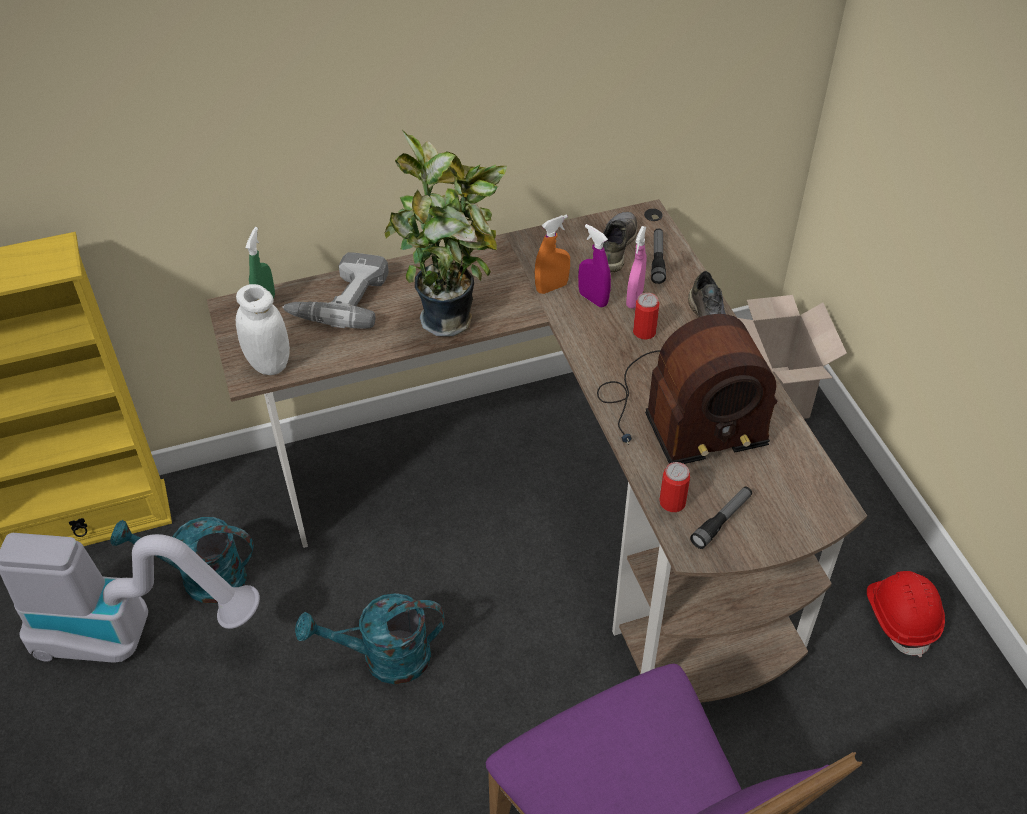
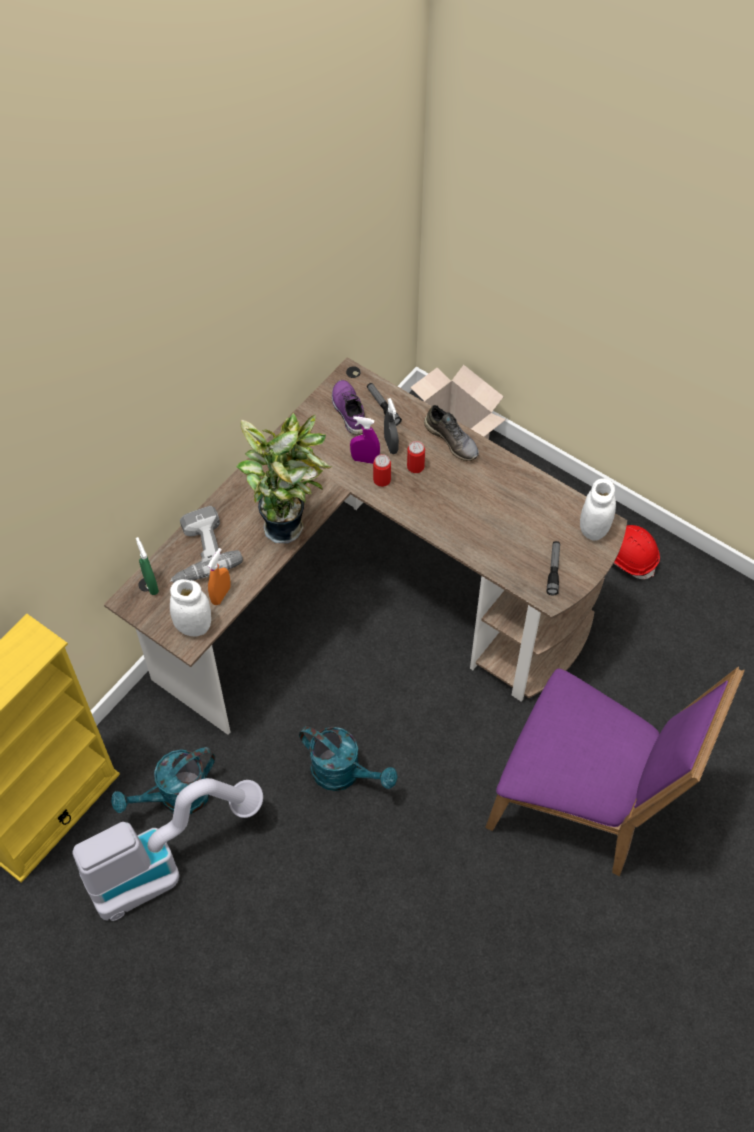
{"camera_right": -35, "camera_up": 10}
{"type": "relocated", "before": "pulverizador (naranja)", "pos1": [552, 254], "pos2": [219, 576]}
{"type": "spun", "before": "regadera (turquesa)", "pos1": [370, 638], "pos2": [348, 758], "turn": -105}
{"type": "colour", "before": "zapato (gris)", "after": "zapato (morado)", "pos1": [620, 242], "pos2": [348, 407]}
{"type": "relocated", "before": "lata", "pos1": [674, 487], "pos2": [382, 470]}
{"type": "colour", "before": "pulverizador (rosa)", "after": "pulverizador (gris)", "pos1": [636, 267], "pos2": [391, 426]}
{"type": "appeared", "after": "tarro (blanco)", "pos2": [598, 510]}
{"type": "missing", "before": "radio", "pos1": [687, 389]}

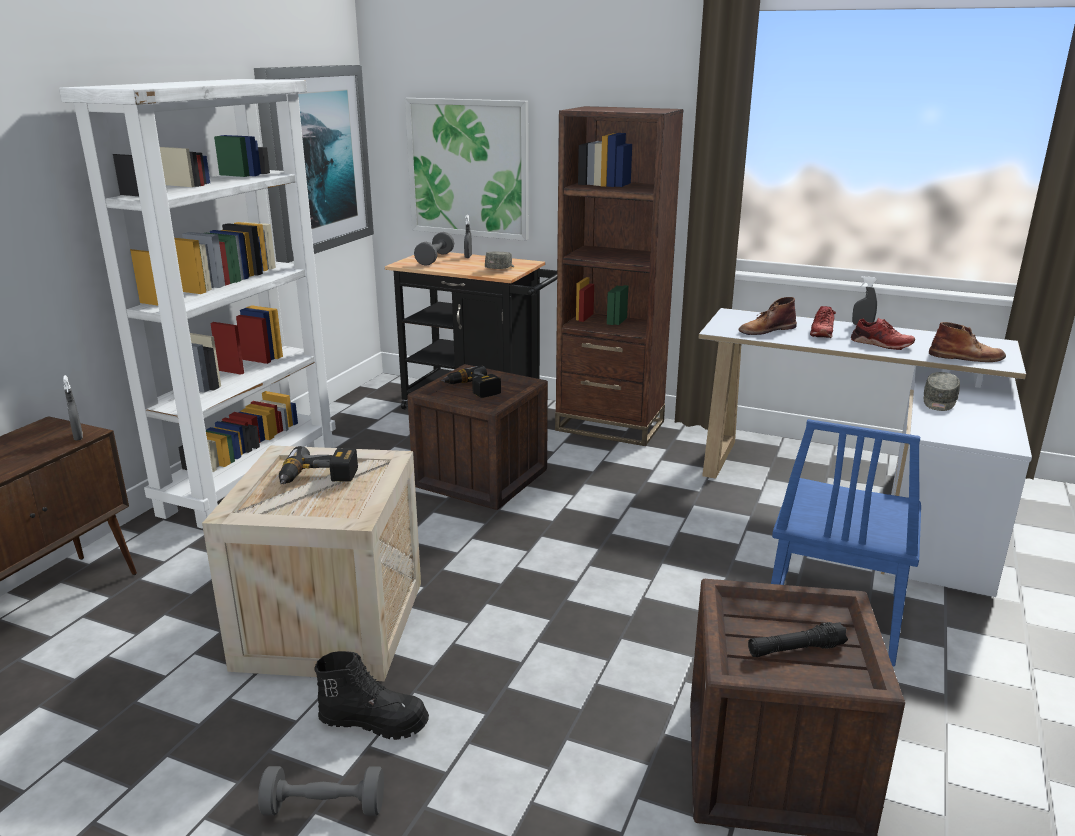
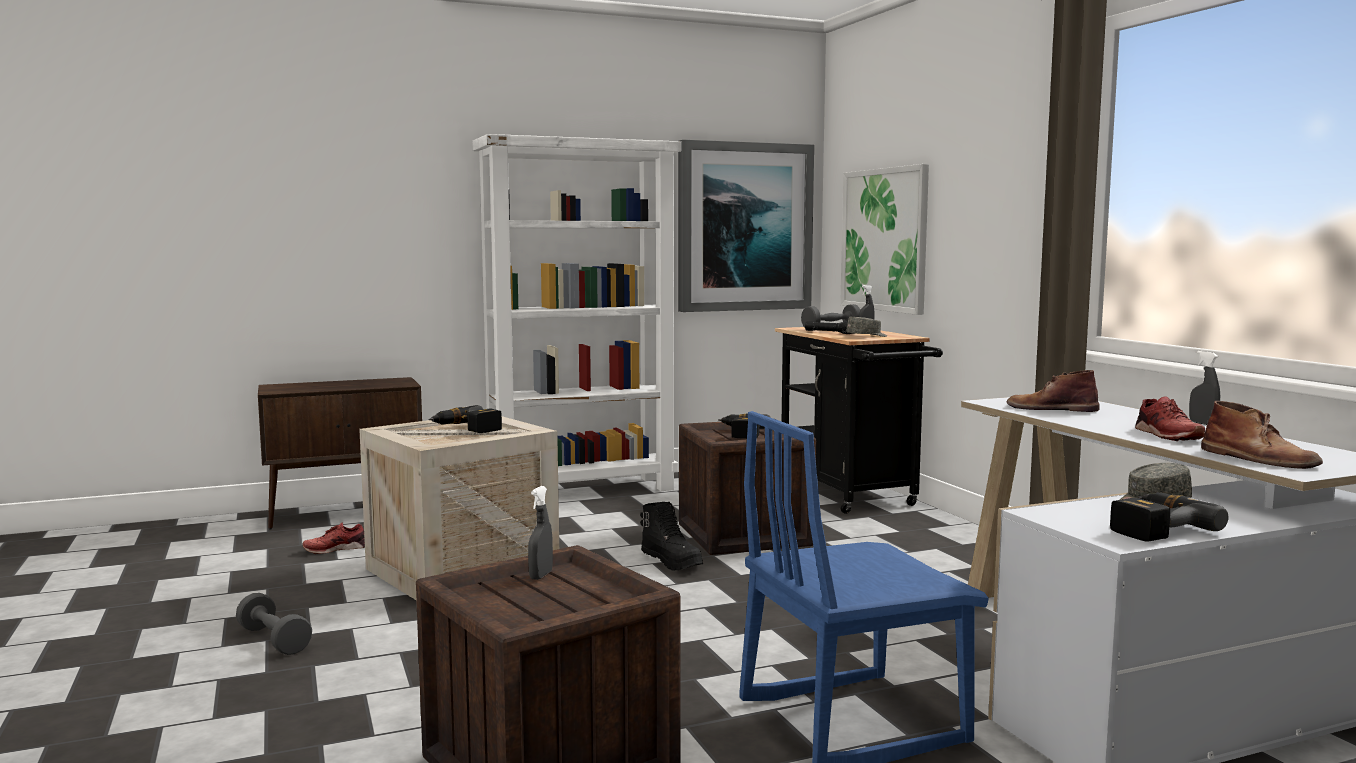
{"camera_right": 45, "camera_up": -15}
{"type": "relocated", "before": "zapato (rojo)", "pos1": [823, 322], "pos2": [333, 538]}
{"type": "relocated", "before": "pulverizador (gris)", "pos1": [73, 408], "pos2": [540, 533]}
{"type": "relocated", "before": "bota (negro)", "pos1": [371, 695], "pos2": [671, 536]}
{"type": "relocated", "before": "linterna (negro)", "pos1": [798, 639], "pos2": [830, 327]}
{"type": "appeared", "after": "taladro", "pos2": [1169, 517]}
{"type": "missing", "before": "estantería (marrón)", "pos1": [619, 276]}

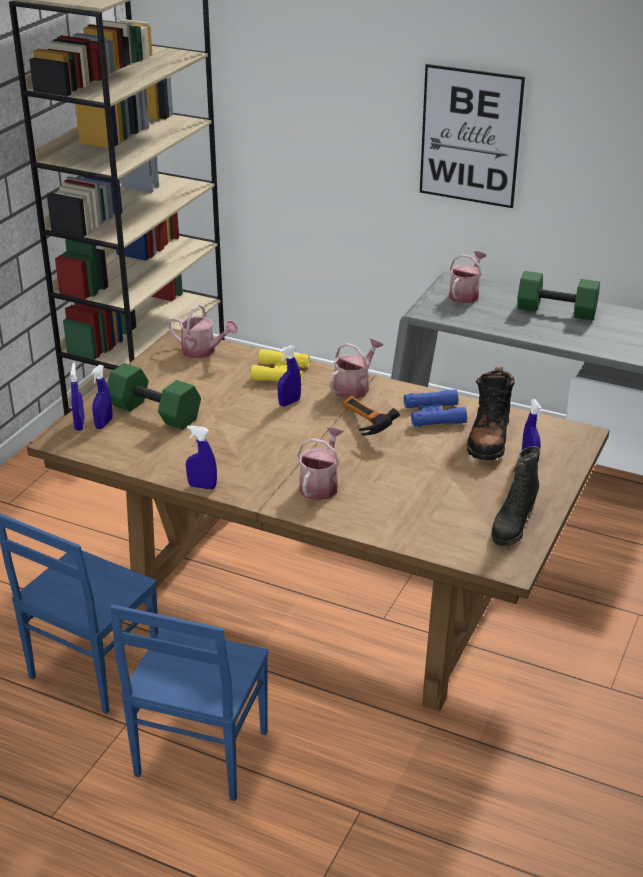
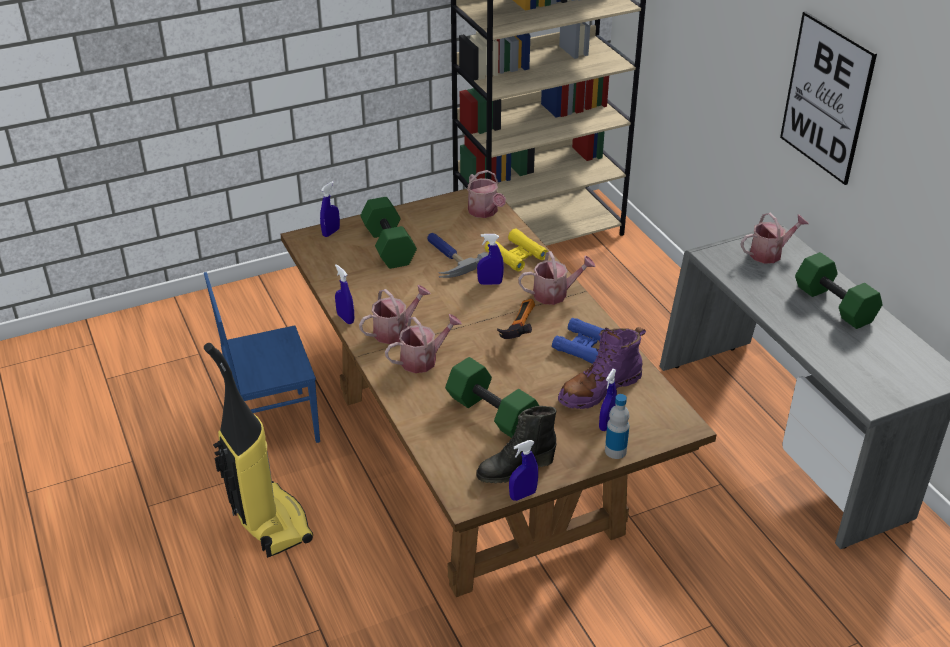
{"camera_right": 40, "camera_up": 5}
{"type": "exchanged", "before": "silla (azul)", "after": "aspiradora", "pos1": [189, 702], "pos2": [258, 450]}
{"type": "appeared", "after": "regadera", "pos2": [395, 314]}
{"type": "appeared", "after": "martillo", "pos2": [457, 255]}
{"type": "appeared", "after": "mancuerna (verde)", "pos2": [492, 397]}
{"type": "relocated", "before": "pulverizador (azul)", "pos1": [102, 397], "pos2": [523, 470]}
{"type": "colour", "before": "bota (negro)", "after": "bota (morado)", "pos1": [491, 413], "pos2": [602, 368]}
{"type": "appeared", "after": "botella", "pos2": [617, 426]}

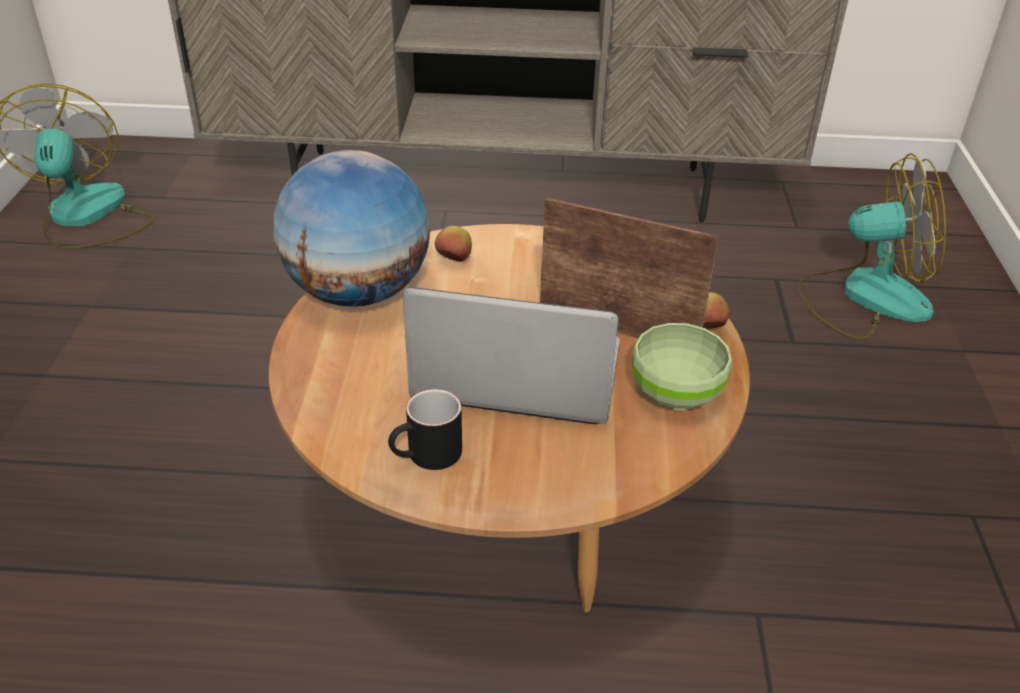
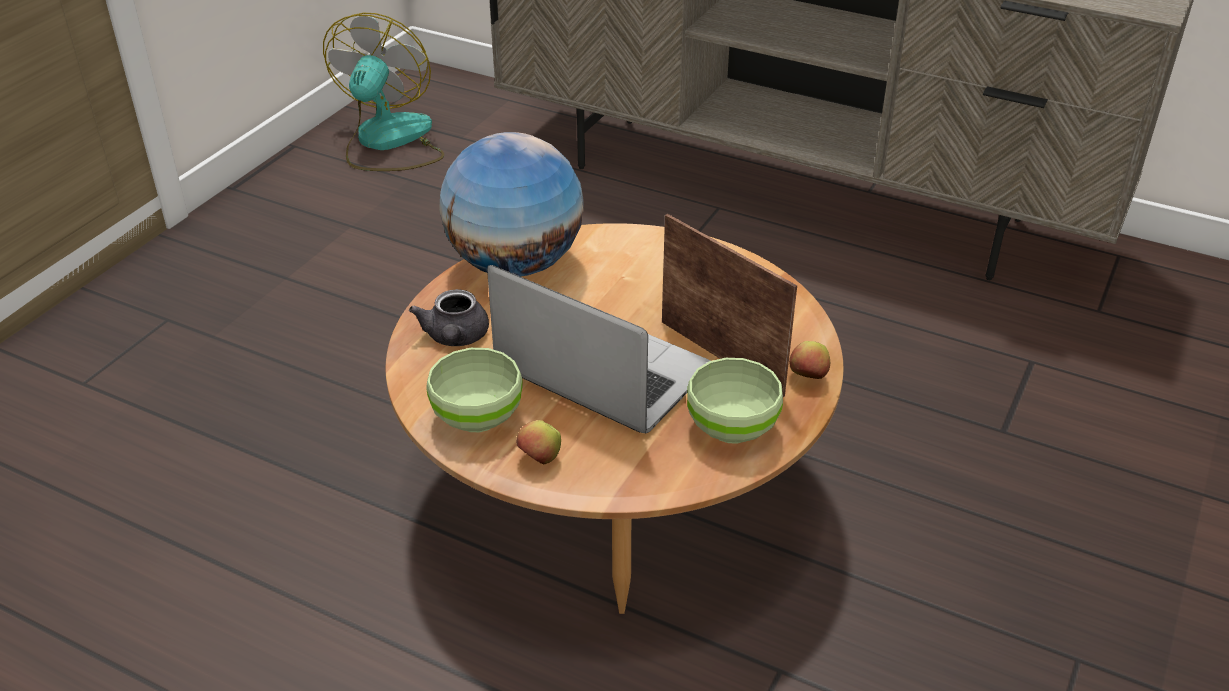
{"camera_right": 25, "camera_up": 0}
{"type": "appeared", "after": "tetera (gris)", "pos2": [449, 317]}
{"type": "exchanged", "before": "taza grande (negro)", "after": "cuenco (verde)", "pos1": [425, 429], "pos2": [474, 390]}
{"type": "relocated", "before": "manzana", "pos1": [453, 244], "pos2": [538, 442]}
{"type": "missing", "before": "ventilador", "pos1": [872, 246]}

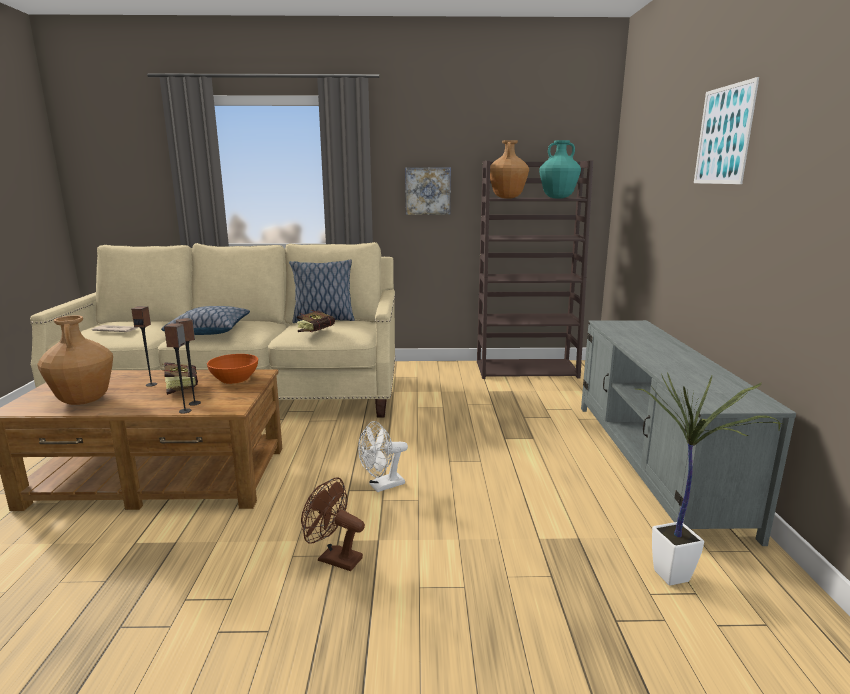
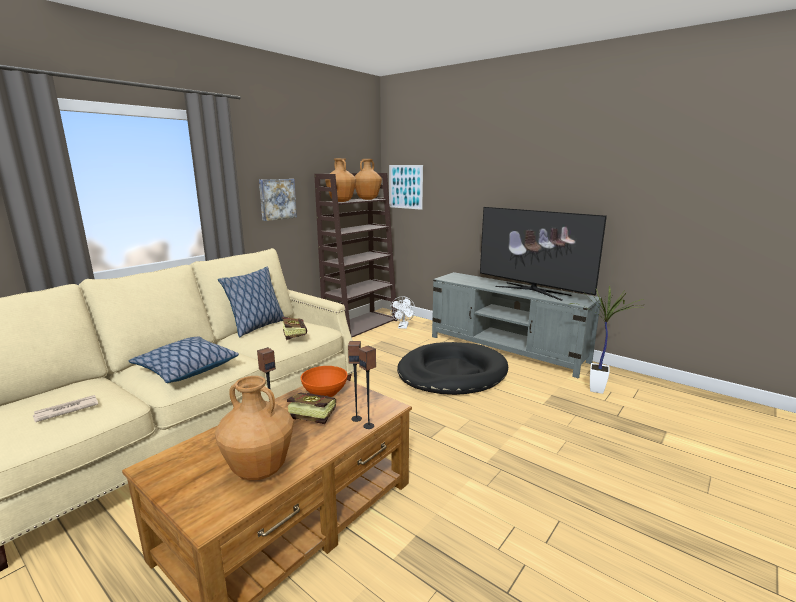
{"camera_right": -50, "camera_up": 0}
{"type": "colour", "before": "florero (turquesa)", "after": "florero (marrón)", "pos1": [560, 169], "pos2": [368, 179]}
{"type": "relocated", "before": "cuadro", "pos1": [726, 130], "pos2": [406, 187]}
{"type": "relocated", "before": "ventilador (blanco)", "pos1": [383, 456], "pos2": [402, 312]}
{"type": "appeared", "after": "cama para perro (negro)", "pos2": [452, 368]}
{"type": "appeared", "after": "televisor", "pos2": [543, 254]}
{"type": "missing", "before": "ventilador (marrón)", "pos1": [333, 524]}

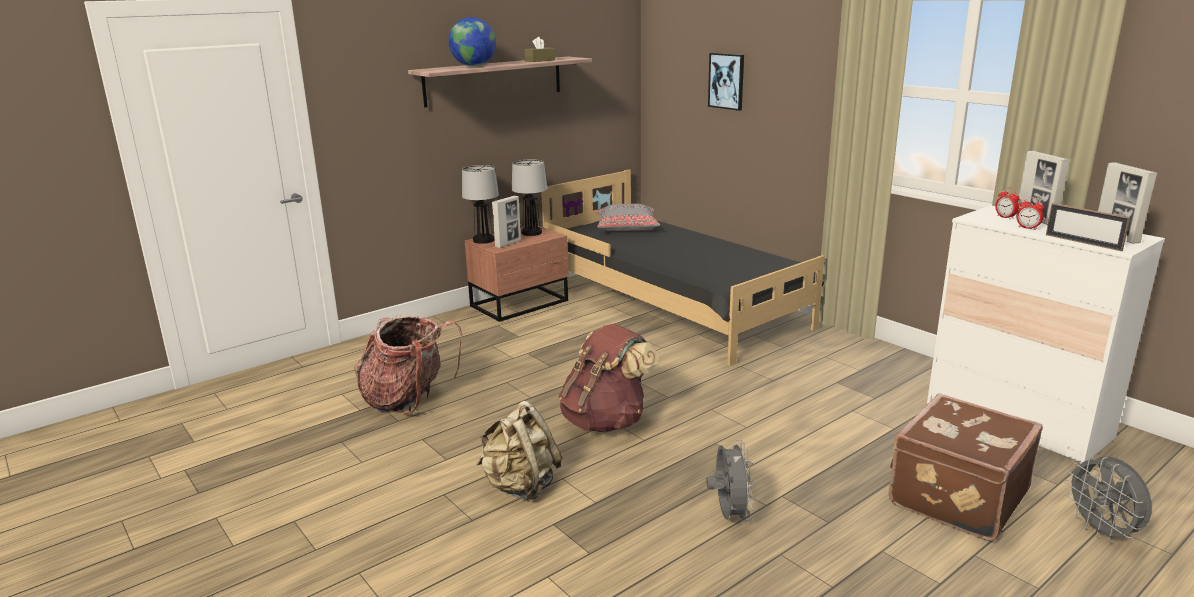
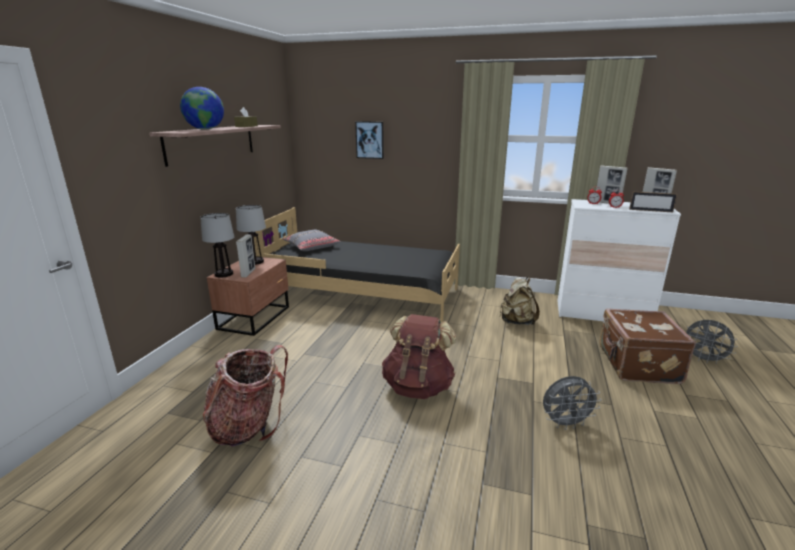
{"camera_right": -35, "camera_up": 0}
{"type": "relocated", "before": "mochila (beis)", "pos1": [519, 451], "pos2": [519, 301]}
{"type": "spun", "before": "ventilador (gris)", "pos1": [730, 481], "pos2": [572, 403], "turn": 120}

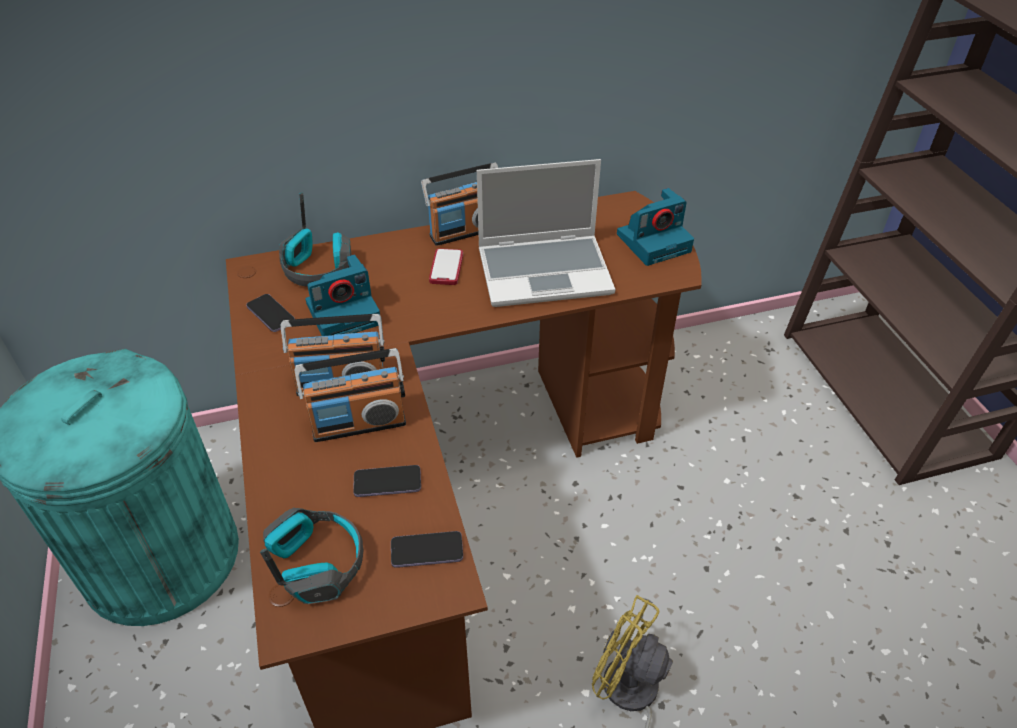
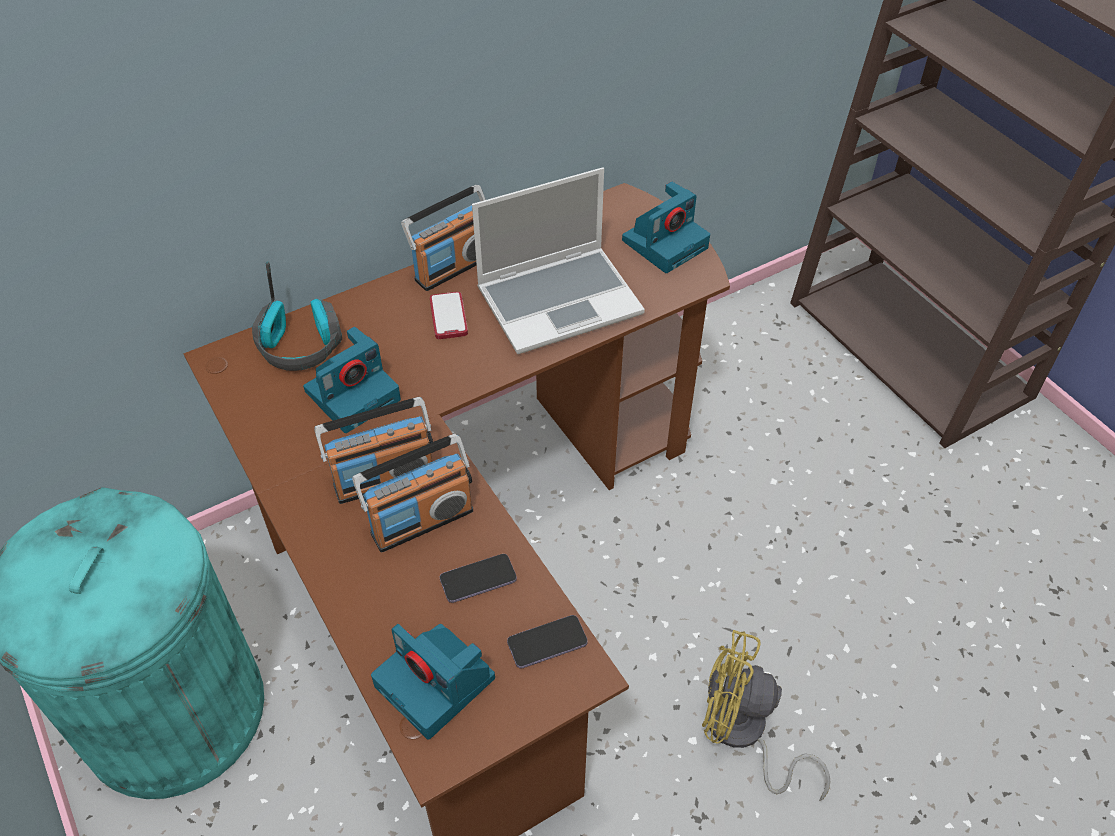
{"camera_right": -15, "camera_up": 5}
{"type": "exchanged", "before": "auriculares", "after": "cámara", "pos1": [311, 556], "pos2": [433, 682]}
{"type": "missing", "before": "móvil", "pos1": [270, 313]}

